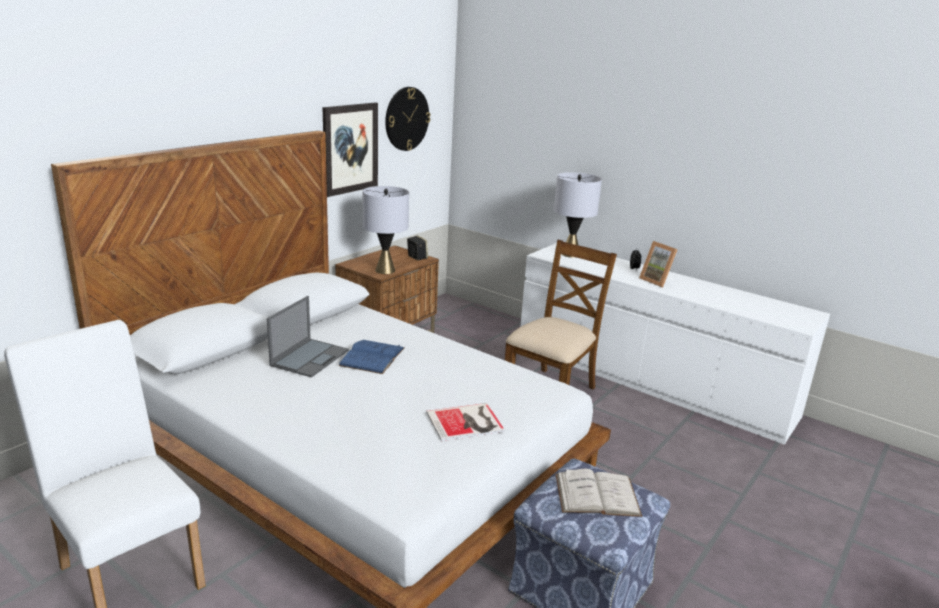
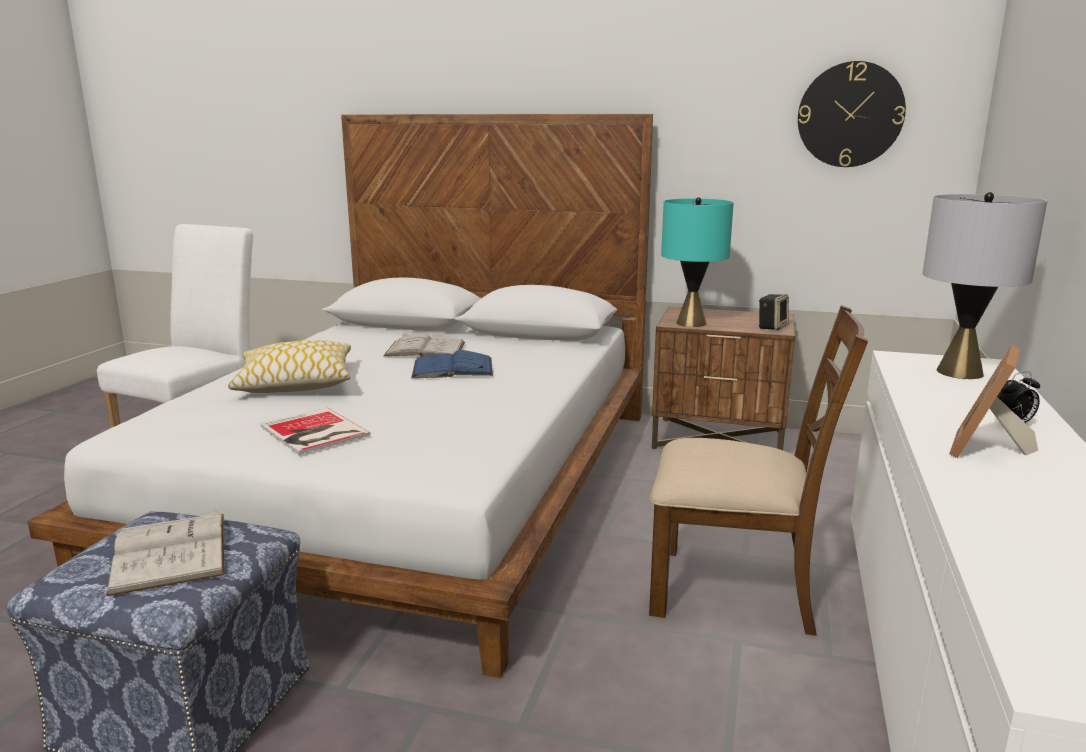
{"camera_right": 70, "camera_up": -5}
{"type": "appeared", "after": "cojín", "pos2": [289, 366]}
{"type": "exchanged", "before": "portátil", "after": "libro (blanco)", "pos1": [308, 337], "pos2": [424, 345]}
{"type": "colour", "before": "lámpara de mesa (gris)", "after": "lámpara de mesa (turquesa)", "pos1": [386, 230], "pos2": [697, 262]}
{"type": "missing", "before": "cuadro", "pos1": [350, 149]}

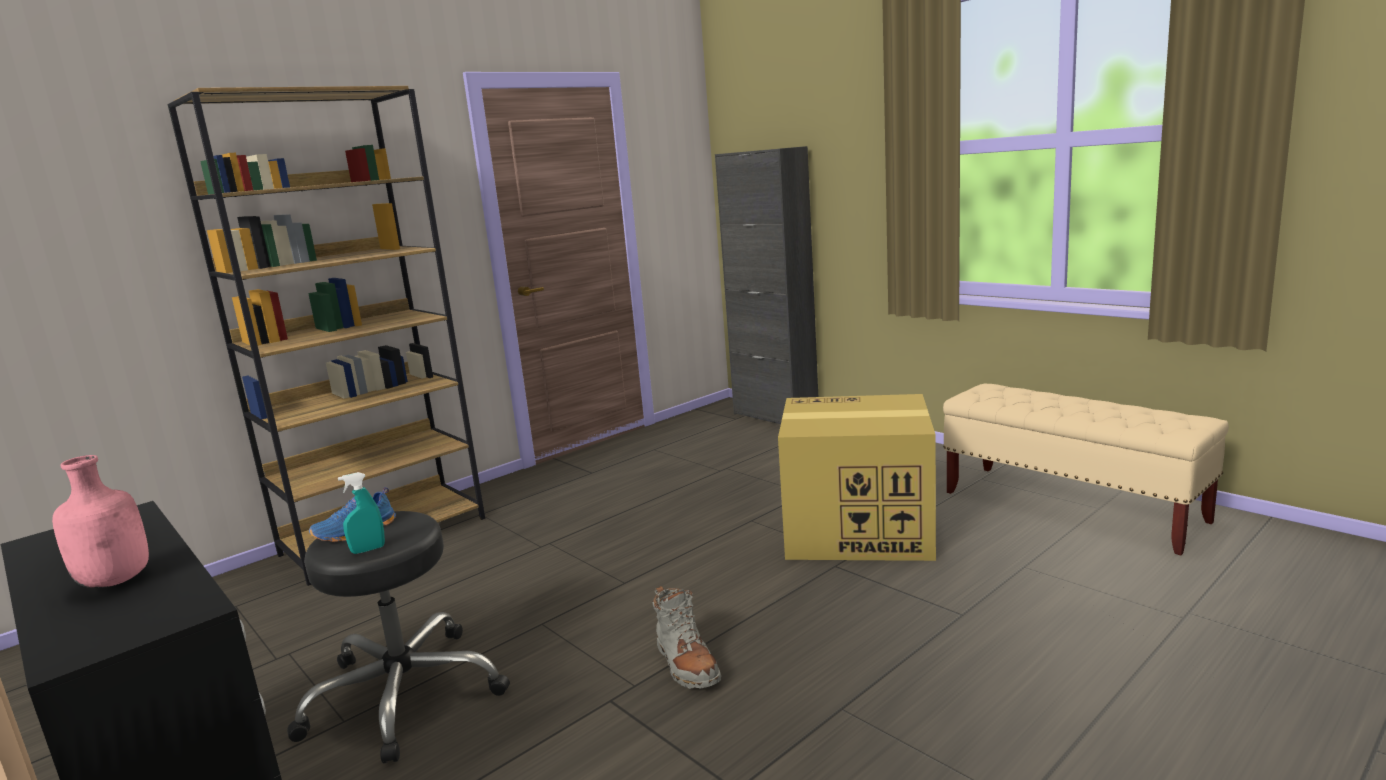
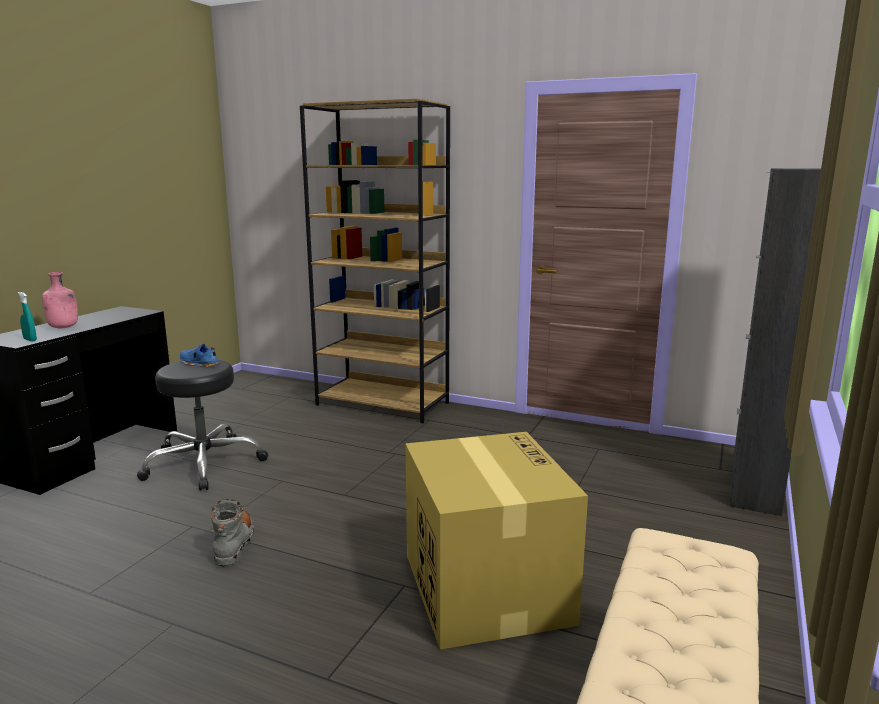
{"camera_right": 65, "camera_up": 0}
{"type": "relocated", "before": "pulverizador (turquesa)", "pos1": [361, 513], "pos2": [27, 317]}
{"type": "spun", "before": "bota (gris)", "pos1": [686, 637], "pos2": [232, 533], "turn": 135}

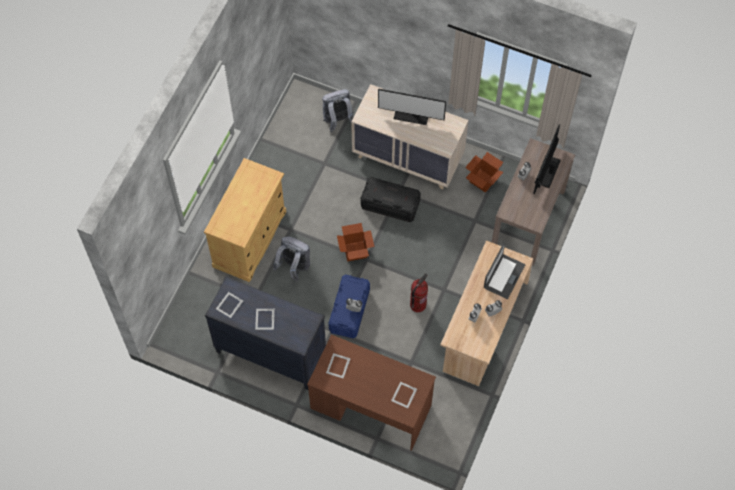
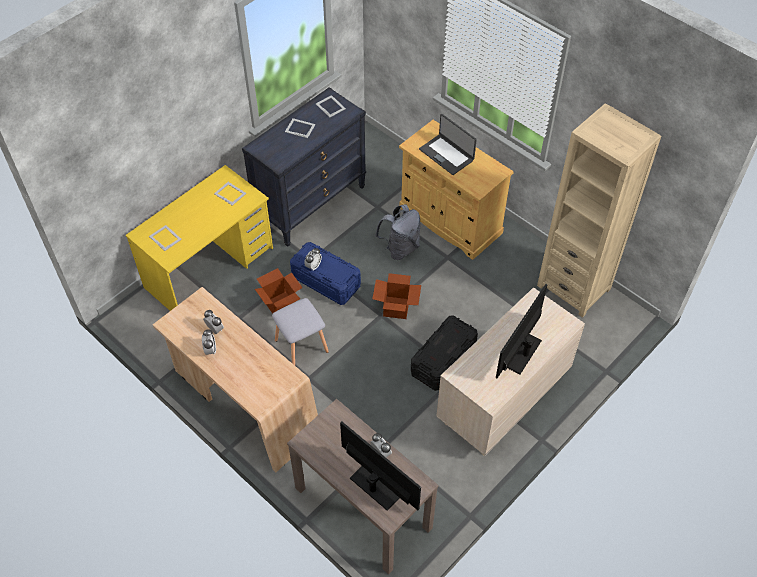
{"camera_right": 110, "camera_up": -10}
{"type": "colour", "before": "escritorio (marrón)", "after": "escritorio (amarillo)", "pos1": [371, 393], "pos2": [199, 238]}
{"type": "relocated", "before": "caja de cartón", "pos1": [484, 172], "pos2": [279, 291]}
{"type": "exchanged", "before": "extintor", "after": "taburete (gris)", "pos1": [419, 292], "pos2": [300, 331]}
{"type": "relocated", "before": "portátil", "pos1": [504, 271], "pos2": [448, 144]}
{"type": "appeared", "after": "estantería (beis)", "pos2": [599, 210]}
{"type": "missing", "before": "mochila (gris)", "pos1": [337, 110]}

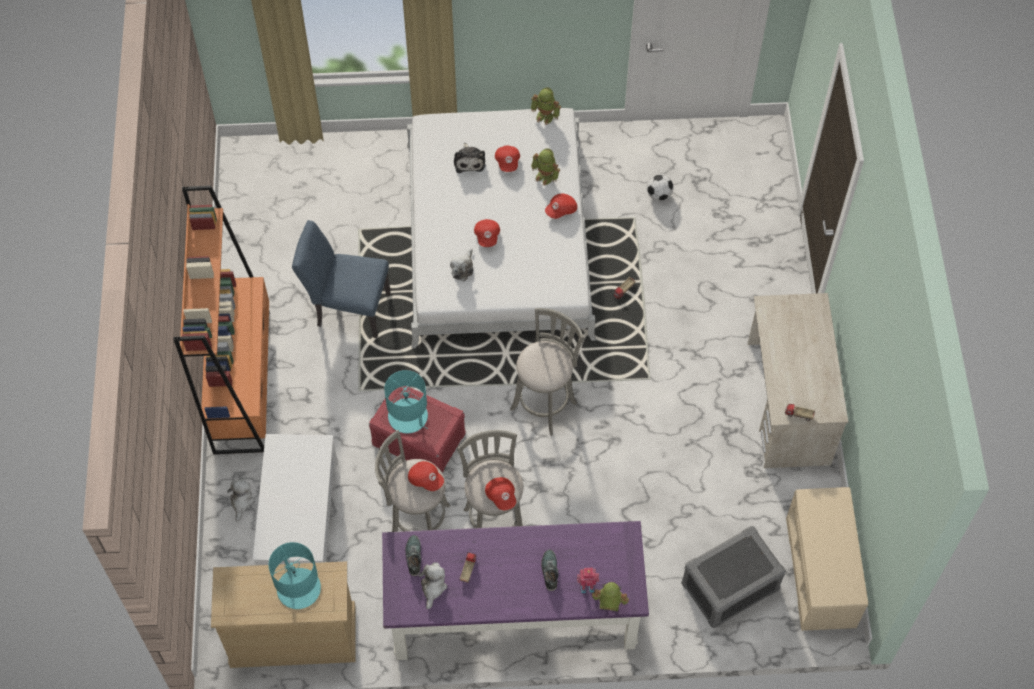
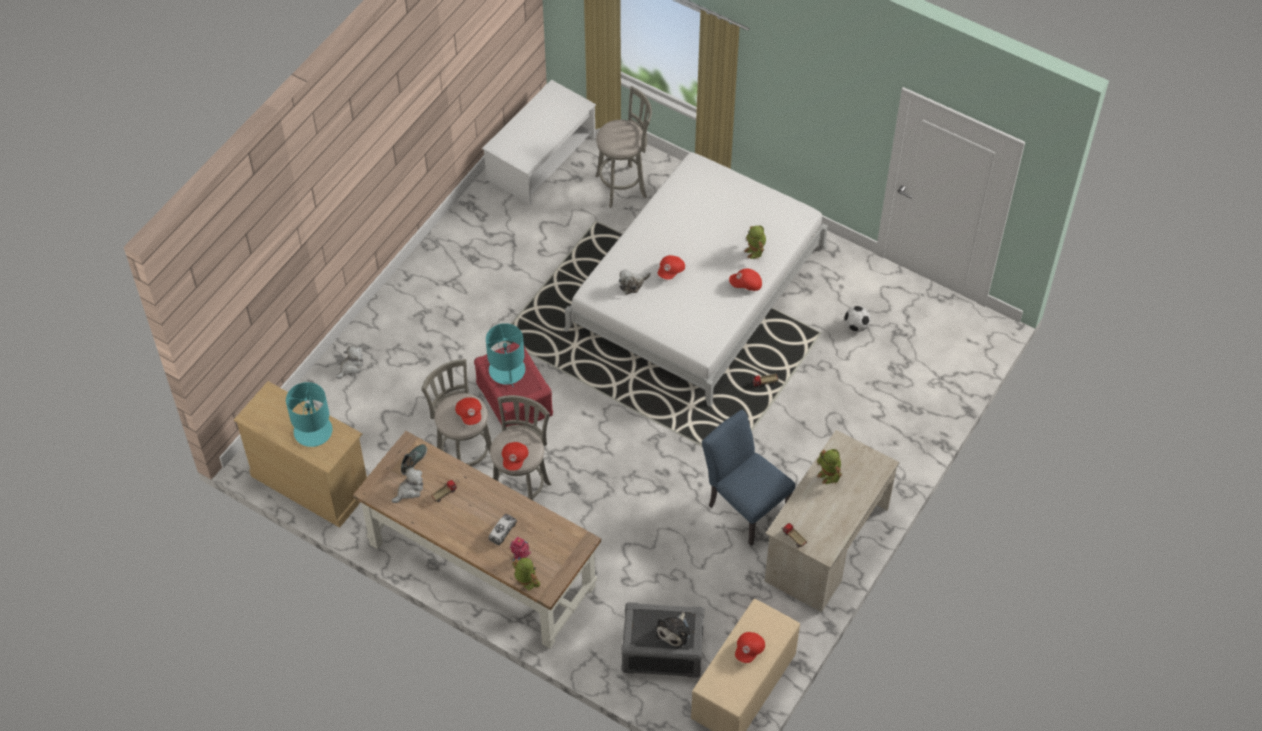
{"camera_right": 35, "camera_up": -5}
{"type": "colour", "before": "escritorio (morado)", "after": "escritorio (marrón)", "pos1": [515, 590], "pos2": [477, 540]}
{"type": "relocated", "before": "mesa de centro (blanco)", "pos1": [295, 499], "pos2": [539, 142]}
{"type": "exchanged", "before": "zapato", "after": "camión de juguete", "pos1": [550, 570], "pos2": [502, 530]}
{"type": "relocated", "before": "taburete (gris)", "pos1": [547, 372], "pos2": [623, 147]}
{"type": "relocated", "before": "peluche", "pos1": [469, 158], "pos2": [673, 630]}
{"type": "relocated", "before": "silla (azul)", "pos1": [341, 279], "pos2": [748, 477]}
{"type": "relocated", "before": "gorra (rojo)", "pos1": [507, 159], "pos2": [750, 647]}
{"type": "relocated", "before": "robot de juguete", "pos1": [546, 106], "pos2": [829, 466]}
{"type": "missing", "before": "estantería (naranja)", "pos1": [221, 319]}

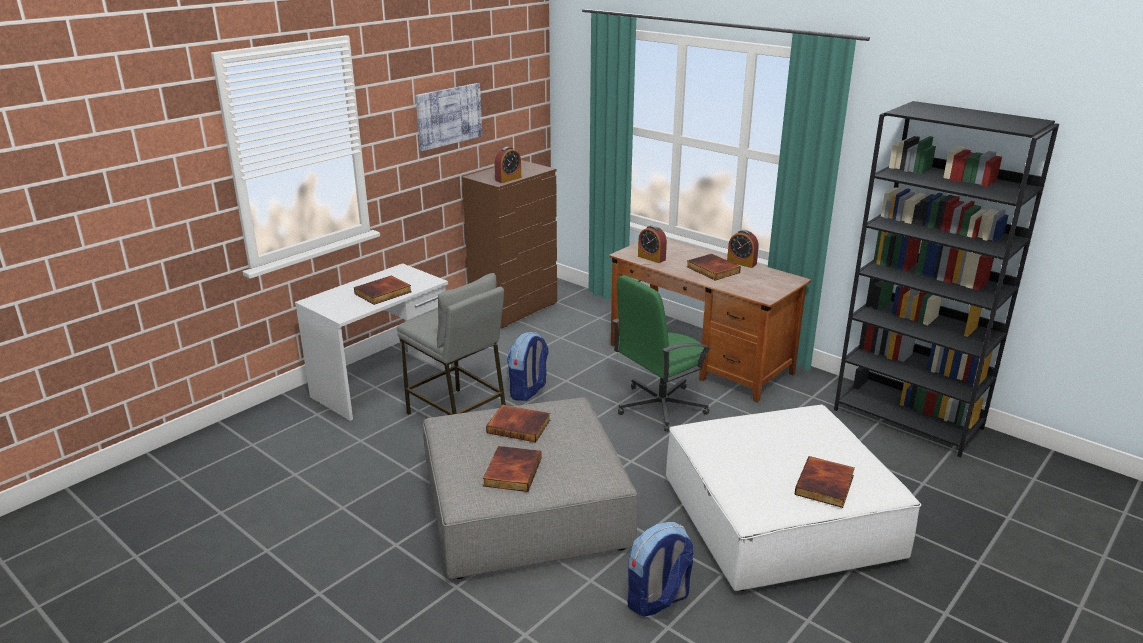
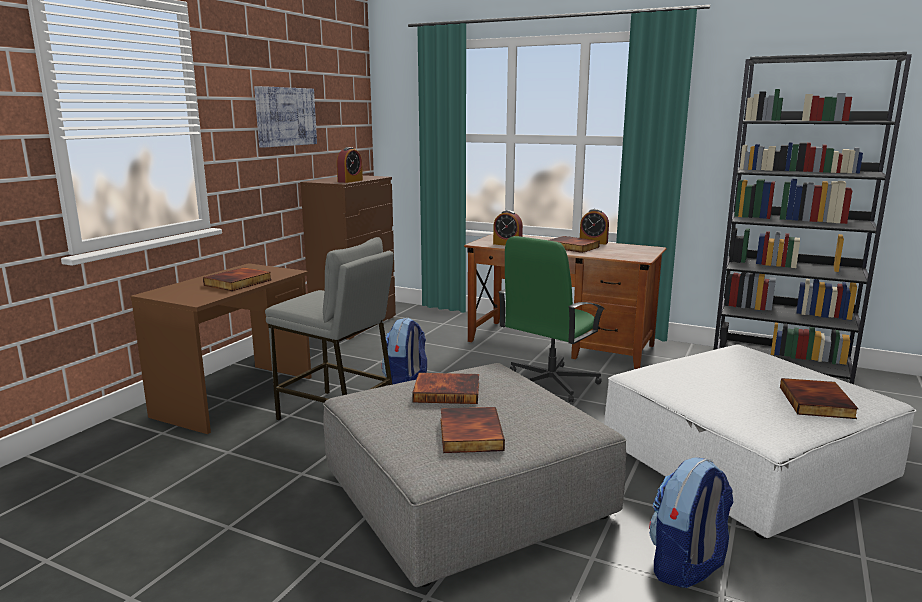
{"camera_right": -15, "camera_up": -10}
{"type": "colour", "before": "escritorio (blanco)", "after": "escritorio (marrón)", "pos1": [373, 342], "pos2": [221, 348]}

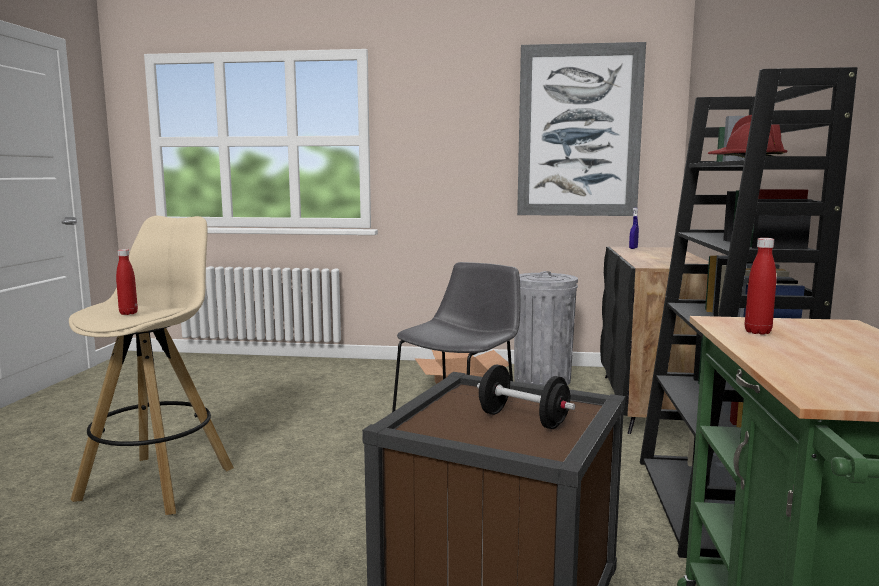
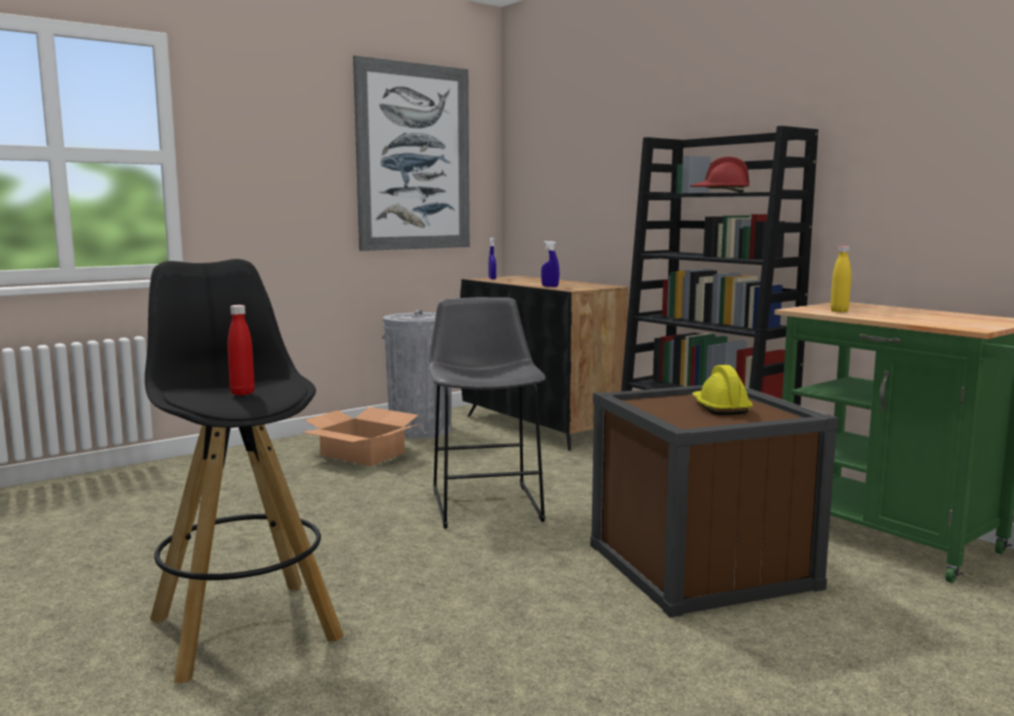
{"camera_right": -45, "camera_up": 0}
{"type": "colour", "before": "taburete (beis)", "after": "taburete (negro)", "pos1": [151, 365], "pos2": [244, 471]}
{"type": "appeared", "after": "pulverizador (azul)", "pos2": [550, 264]}
{"type": "exchanged", "before": "mancuerna (negro)", "after": "casco (amarillo)", "pos1": [526, 397], "pos2": [722, 390]}
{"type": "colour", "before": "botella (rojo)", "after": "botella (amarillo)", "pos1": [760, 286], "pos2": [840, 279]}

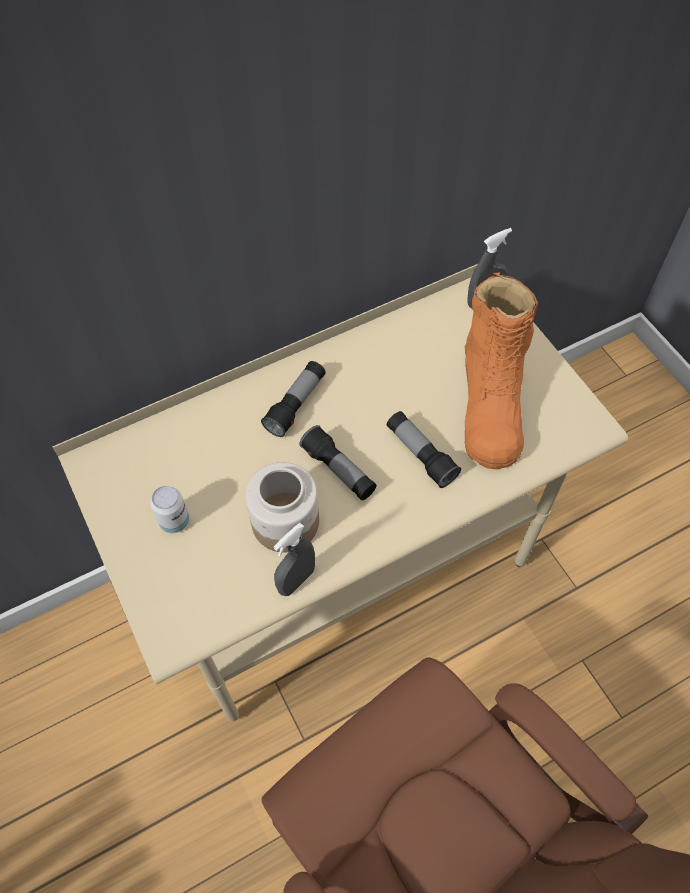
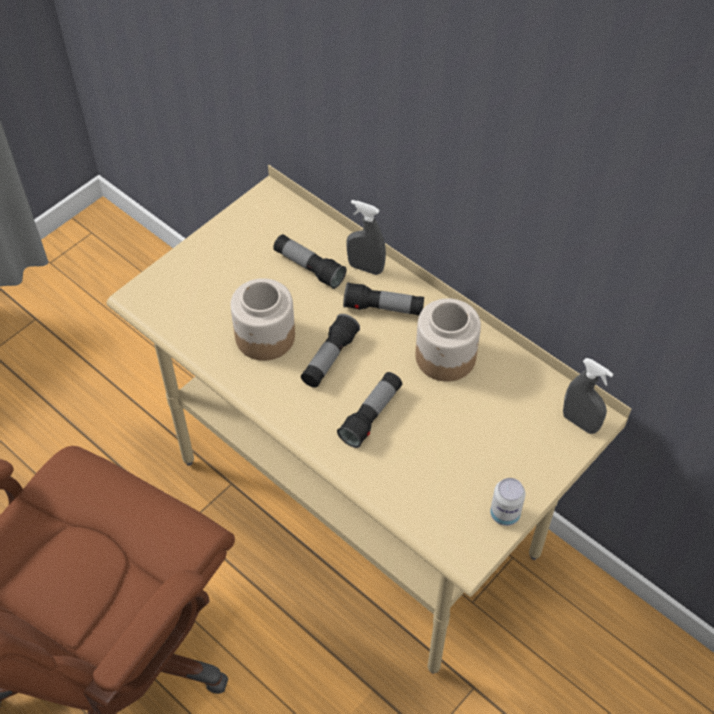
{"camera_right": 70, "camera_up": -5}
{"type": "appeared", "after": "linterna", "pos2": [309, 261]}
{"type": "relocated", "before": "pulverizador (gris)", "pos1": [294, 559], "pos2": [366, 237]}
{"type": "appeared", "after": "tarro", "pos2": [448, 340]}
{"type": "relocated", "before": "lata", "pos1": [169, 509], "pos2": [508, 502]}
{"type": "missing", "before": "bota (naranja)", "pos1": [501, 370]}

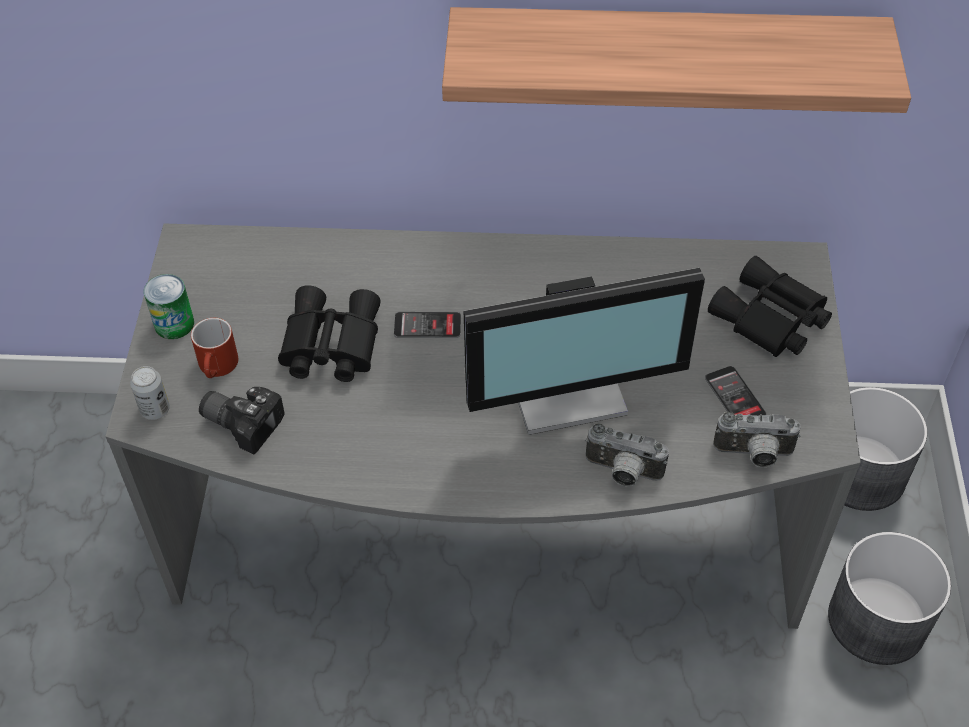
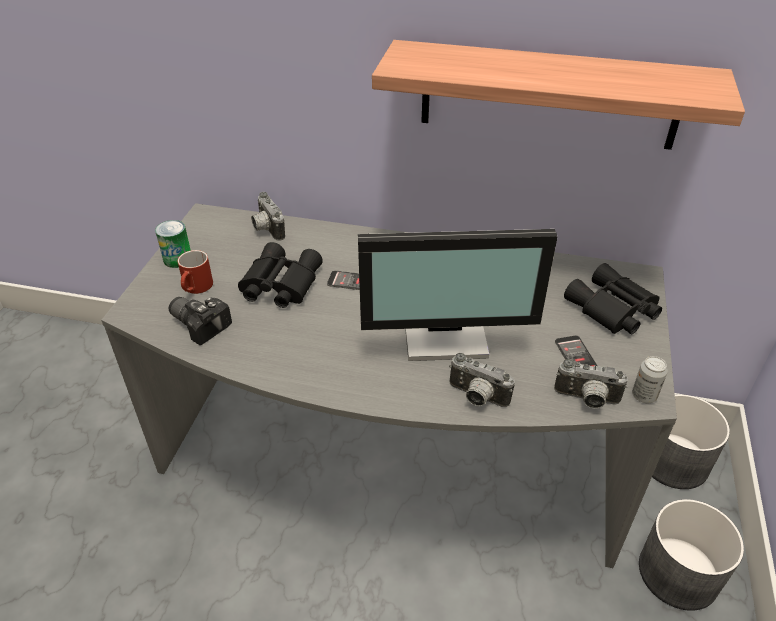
{"camera_right": 10, "camera_up": -10}
{"type": "appeared", "after": "cámara", "pos2": [268, 216]}
{"type": "relocated", "before": "lata", "pos1": [150, 393], "pos2": [650, 379]}

